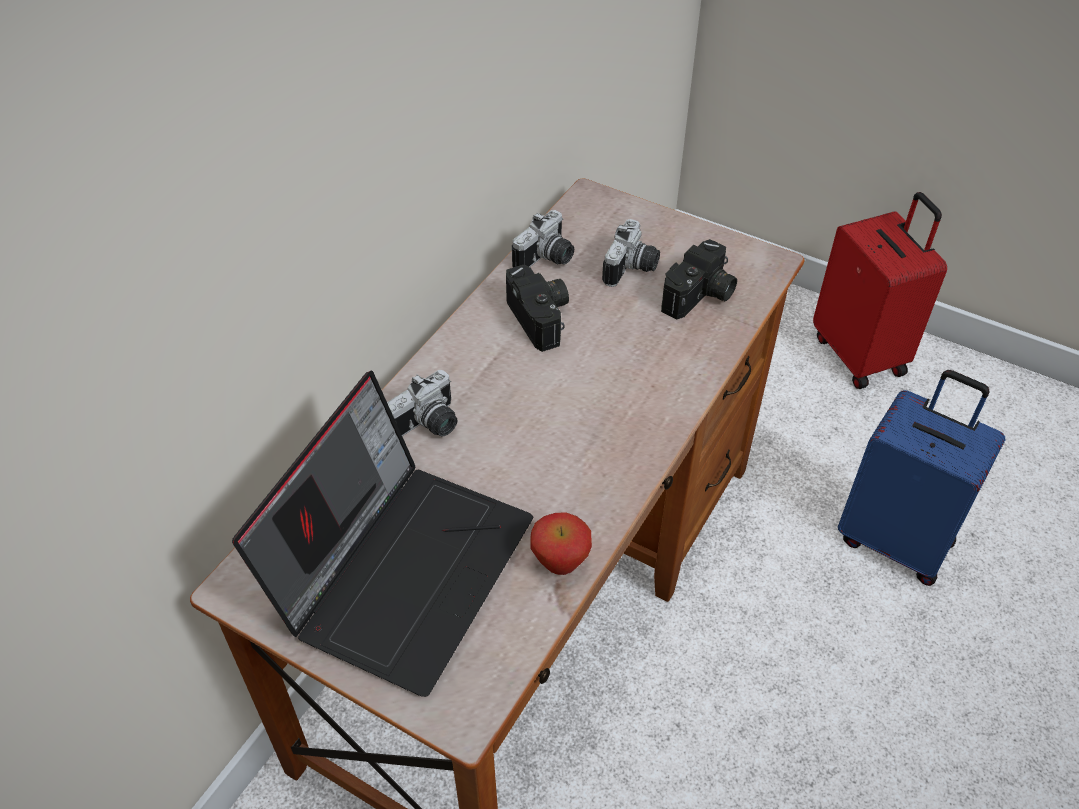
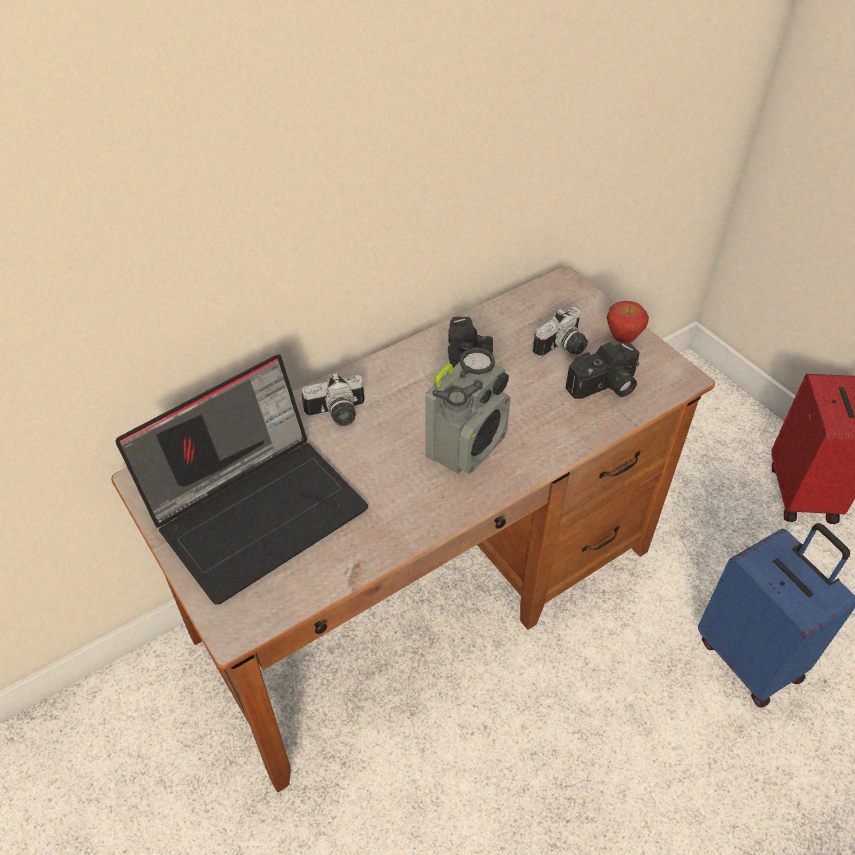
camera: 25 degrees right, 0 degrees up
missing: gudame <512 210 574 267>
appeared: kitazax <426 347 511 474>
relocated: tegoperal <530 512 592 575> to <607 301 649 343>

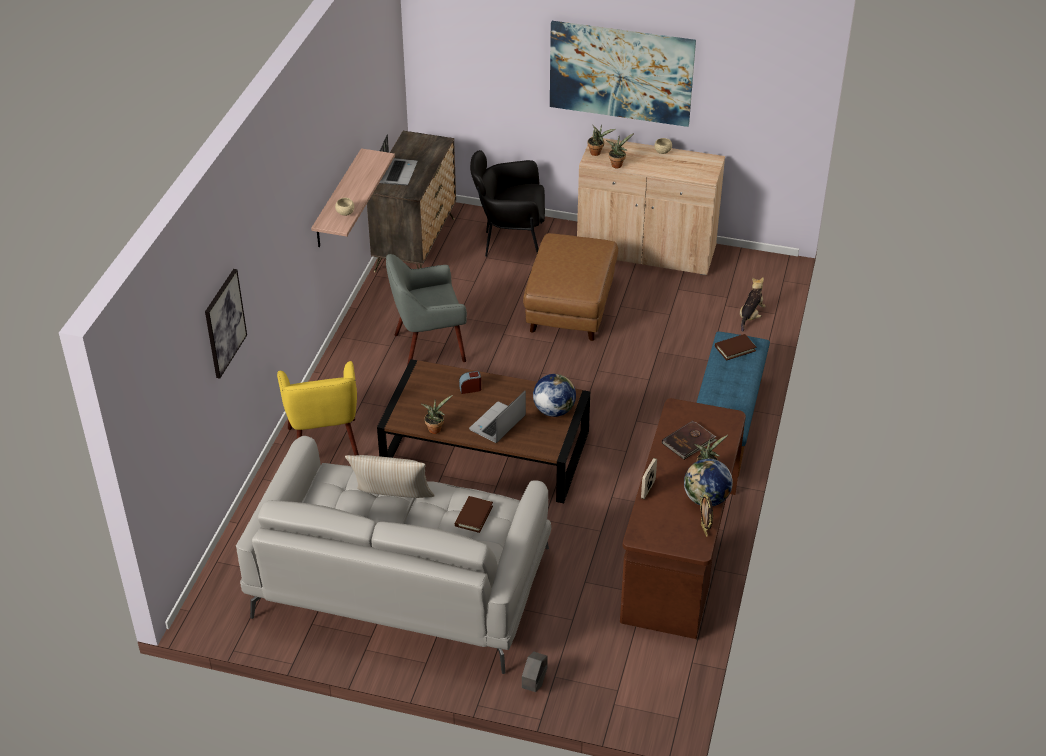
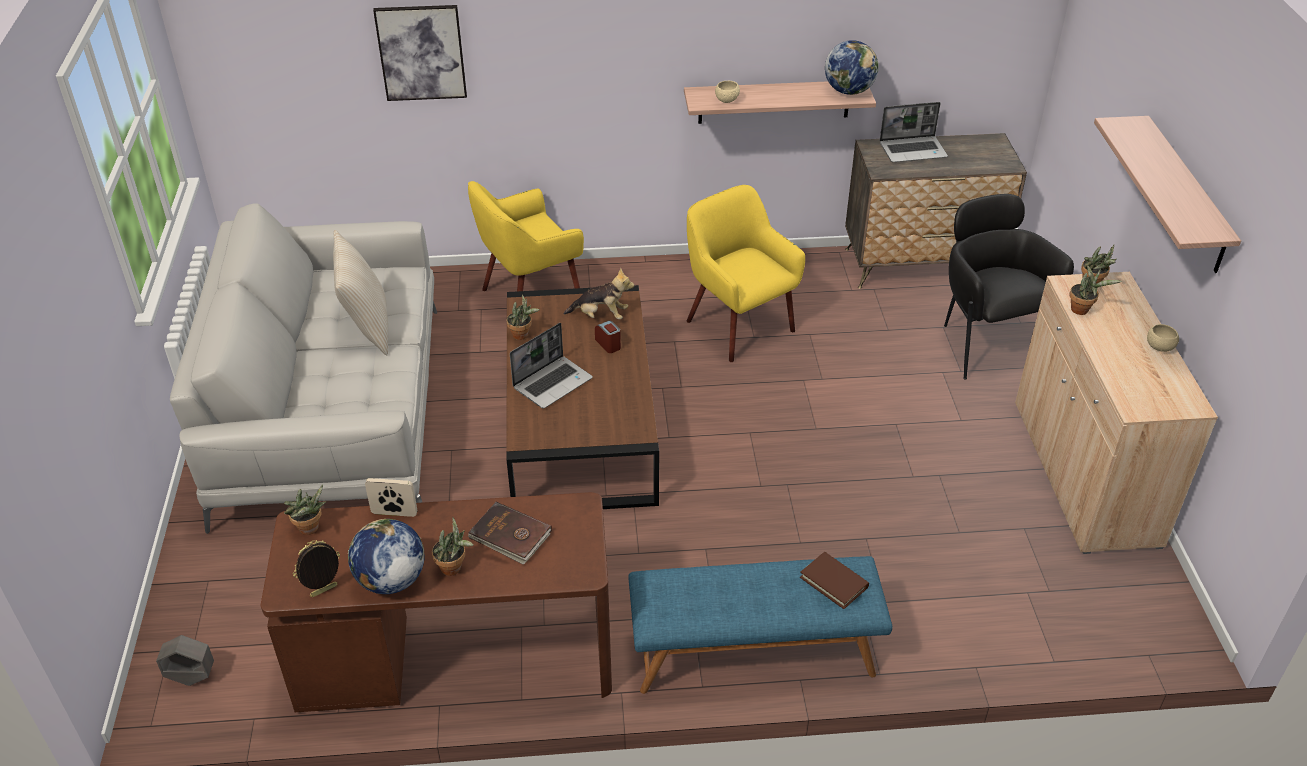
camera: 70 degrees right, 0 degrees up
missing: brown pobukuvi <455 496 493 533>; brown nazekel <523 233 618 341>
appeared: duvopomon <284 484 326 535>
relocated: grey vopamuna <522 652 548 692> to <156 635 214 686>; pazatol <533 374 576 417> to <825 40 879 95>; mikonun <740 277 766 332> to <564 268 634 319>
exchanged: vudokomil <550 21 696 127> to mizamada <1094 116 1241 273>
colour: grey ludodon <386 254 467 366> to yellow ludodon <686 185 805 362>
spun: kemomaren <469 391 526 443> = <510 323 593 409> 120 degrees clockwise

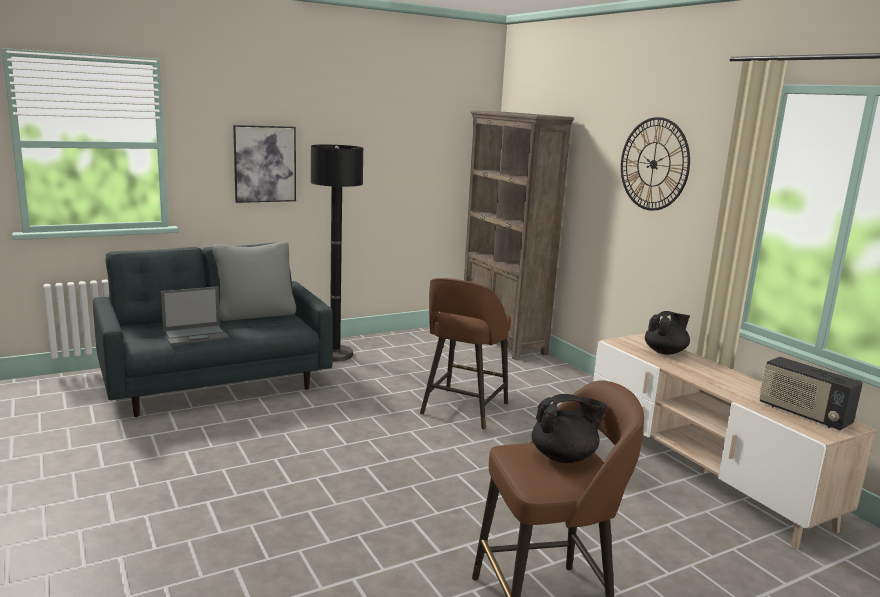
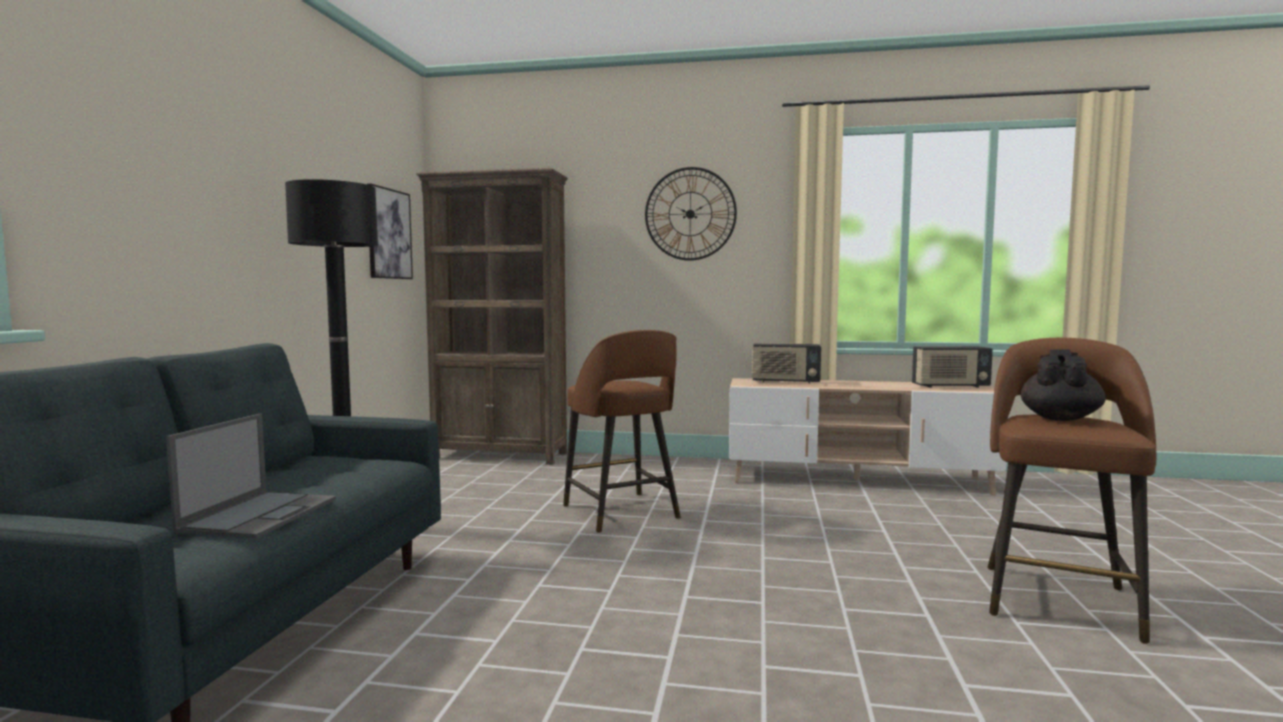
camera: 50 degrees left, 10 degrees down
missing: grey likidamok <213 242 296 321>
relocated: vudokomil <233 125 296 203> to <367 183 413 279>
exchanged: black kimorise <645 311 690 355> to kitazax <752 343 821 384>

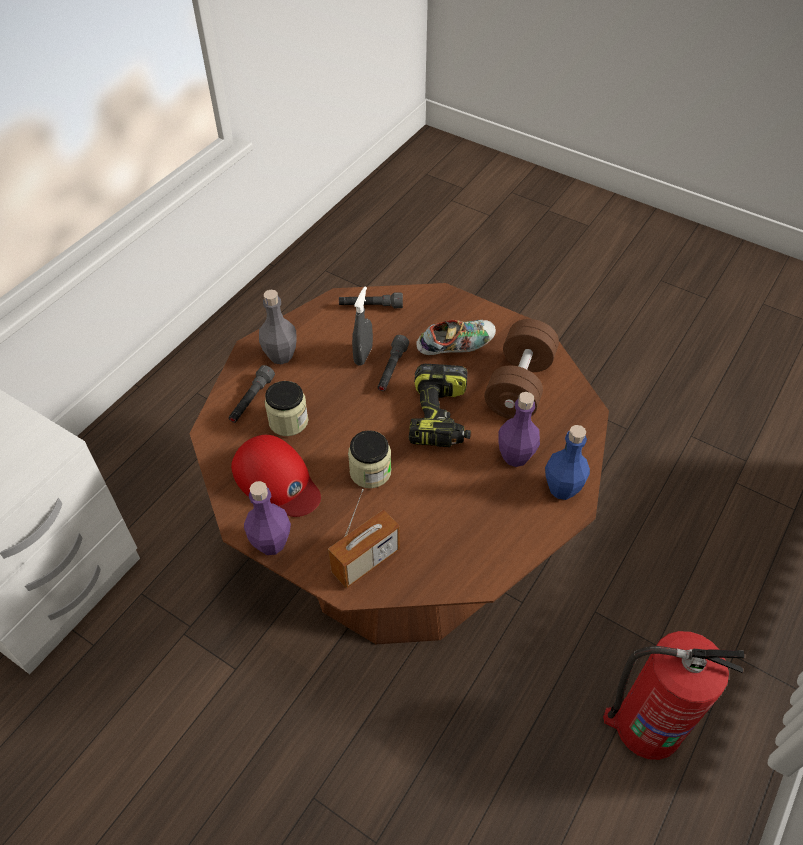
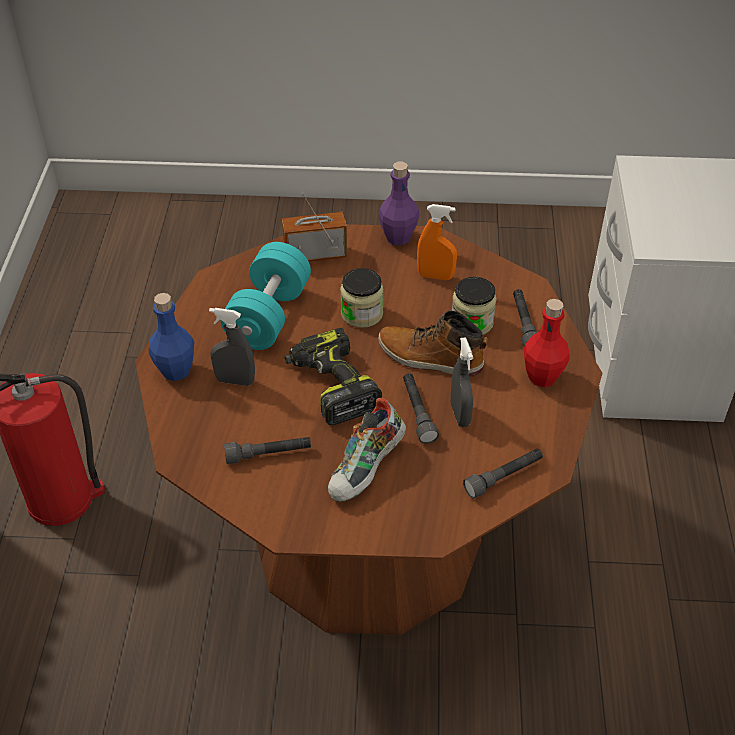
camera: 150 degrees right, 5 degrees down
appeared: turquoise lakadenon <221 242 311 350>; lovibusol <378 311 488 377>
exchanged: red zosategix <231 435 321 517> to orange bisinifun <417 204 457 280>; brown lakadenon <484 319 559 419> to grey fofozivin <224 437 311 464>; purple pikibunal <498 392 540 467> to grey bisinifun <209 308 255 386>
colour: grey pikibunal <259 290 297 364> to red pikibunal <524 299 570 387>
spun: kitazax <328 489 400 589> = <282 193 347 261> 60 degrees clockwise

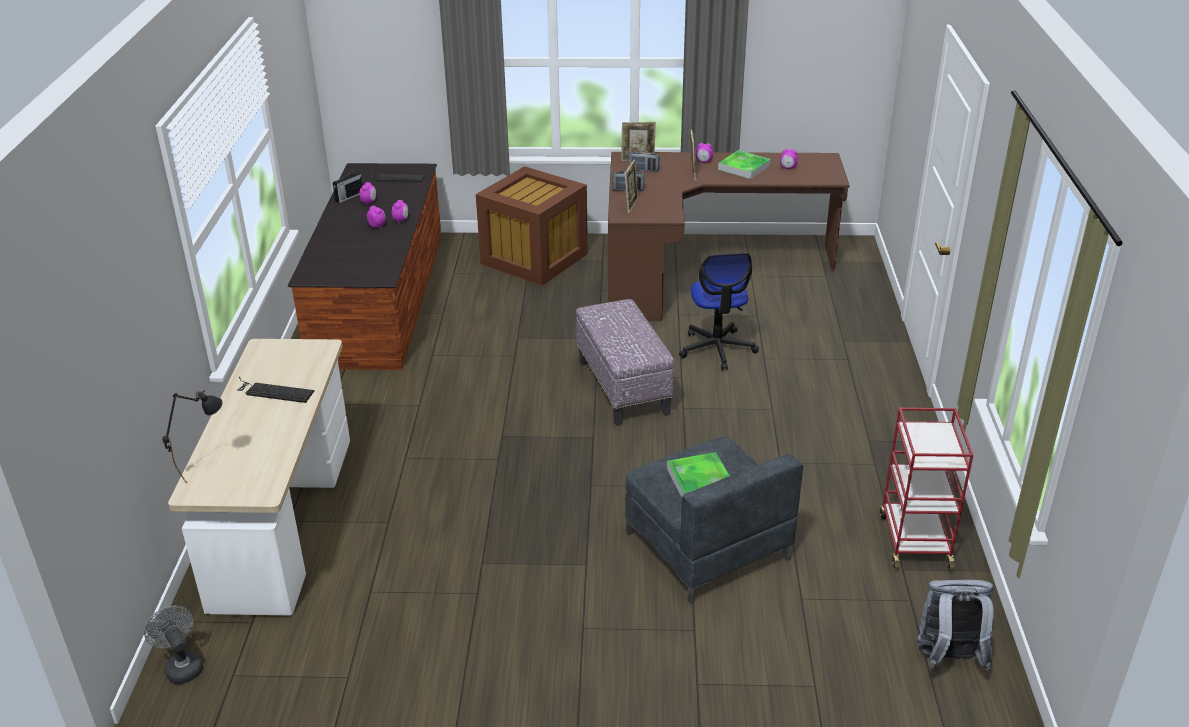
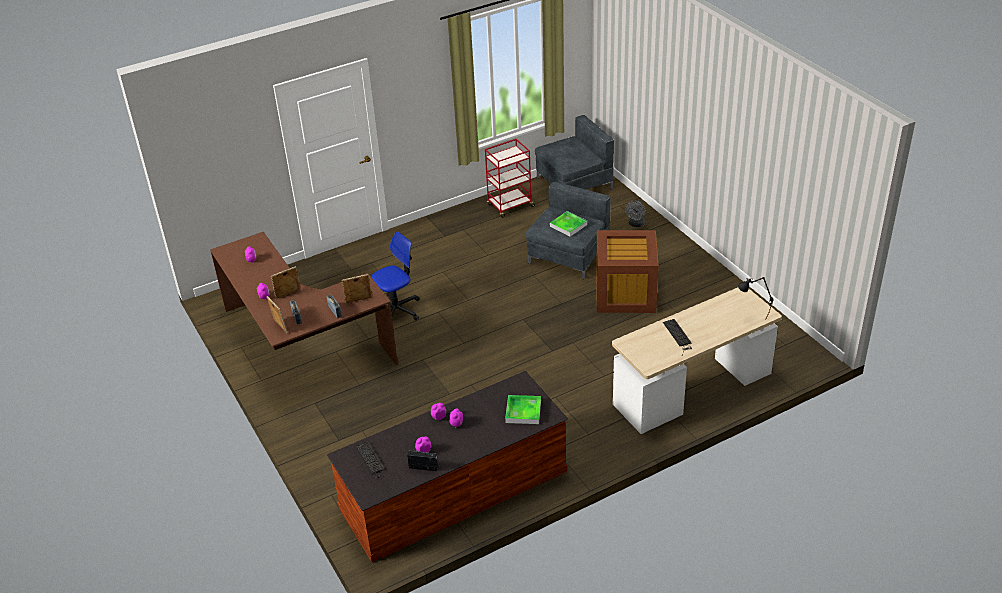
camera: 120 degrees left, 5 degrees up
missing: nazekel <576 299 674 426>
relocated: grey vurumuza <144 606 203 684> to <625 200 646 227>; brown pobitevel <476 166 588 286> to <596 230 659 313>; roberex <718 150 771 179> to <505 395 541 424>
exchanged: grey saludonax <917 580 994 671> to grey ludodon <535 115 614 190>

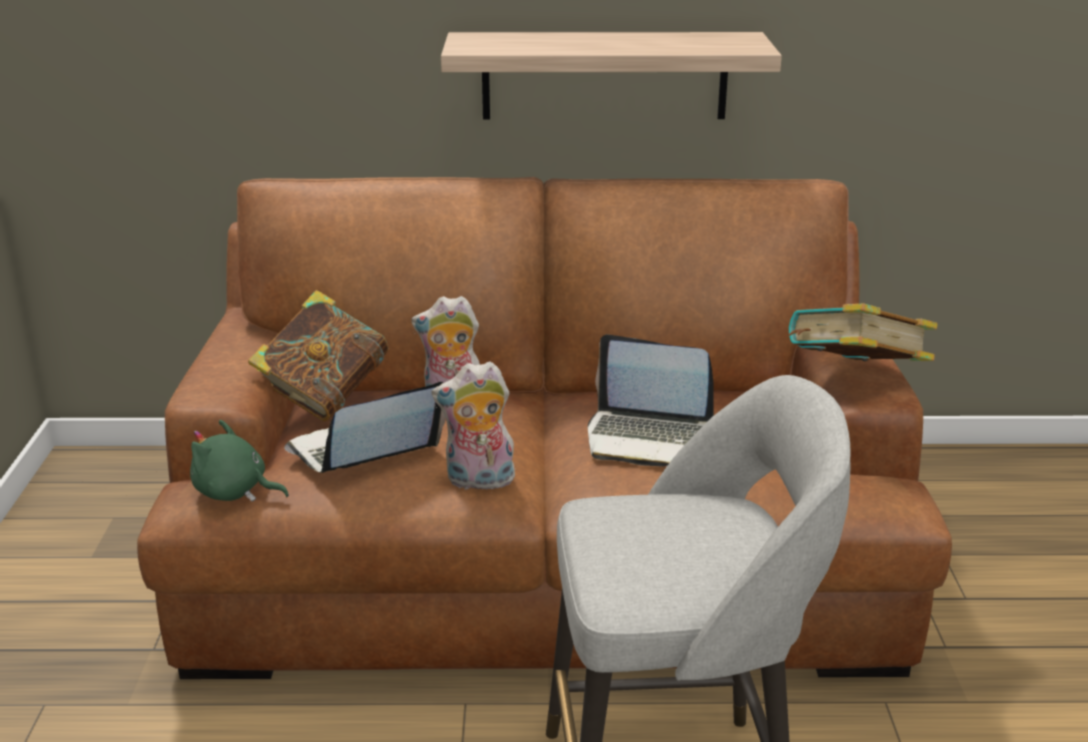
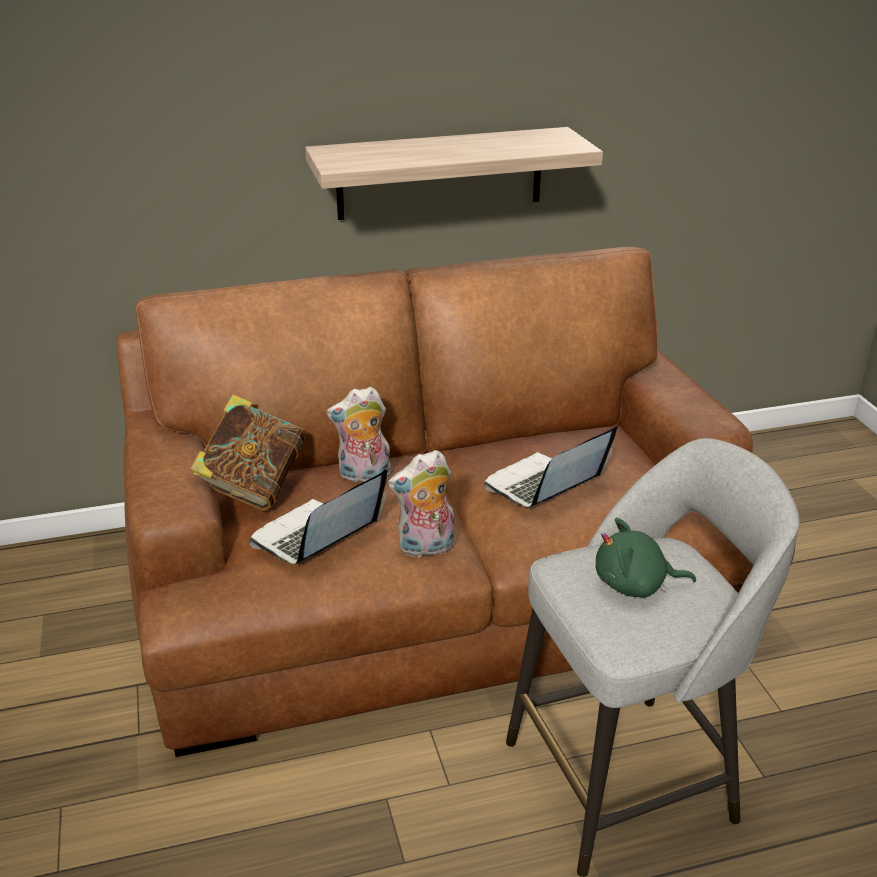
camera: 15 degrees left, 5 degrees up
missing: pobukuvi <789 303 937 361>
relocated: green mikonun <190 420 289 502> to <596 517 696 597>
spun: kemomaren <588 334 714 466> = <484 426 618 507> 135 degrees clockwise

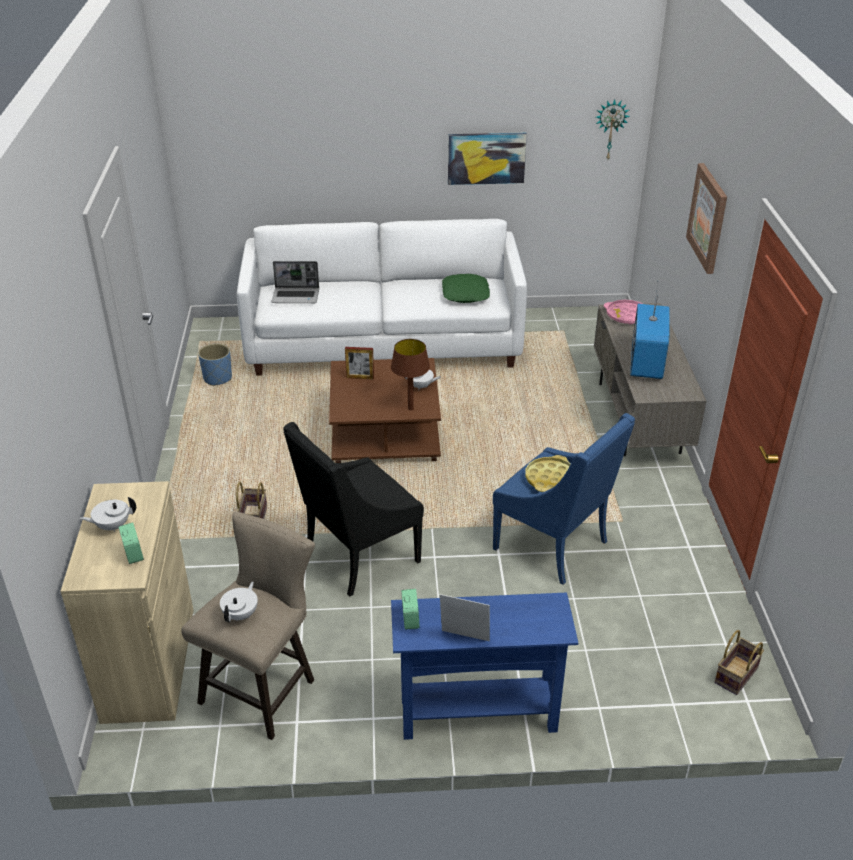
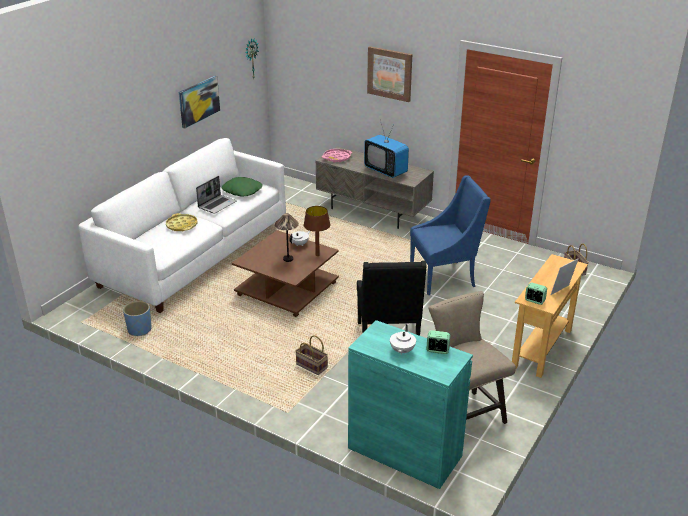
camera: 55 degrees left, 5 degrees down
missing: white kimorise <220 582 258 622>; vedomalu <345 347 374 379>
appeared: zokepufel <275 213 299 262>
relocated: kemomaren <271 261 319 303> to <196 176 237 214>; yellow roberex <525 455 571 492> to <166 213 197 231>
colour: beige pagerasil <60 481 194 724> to turquoise pagerasil <348 320 473 489>; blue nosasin <391 592 578 740> to beige nosasin <512 254 588 378>

